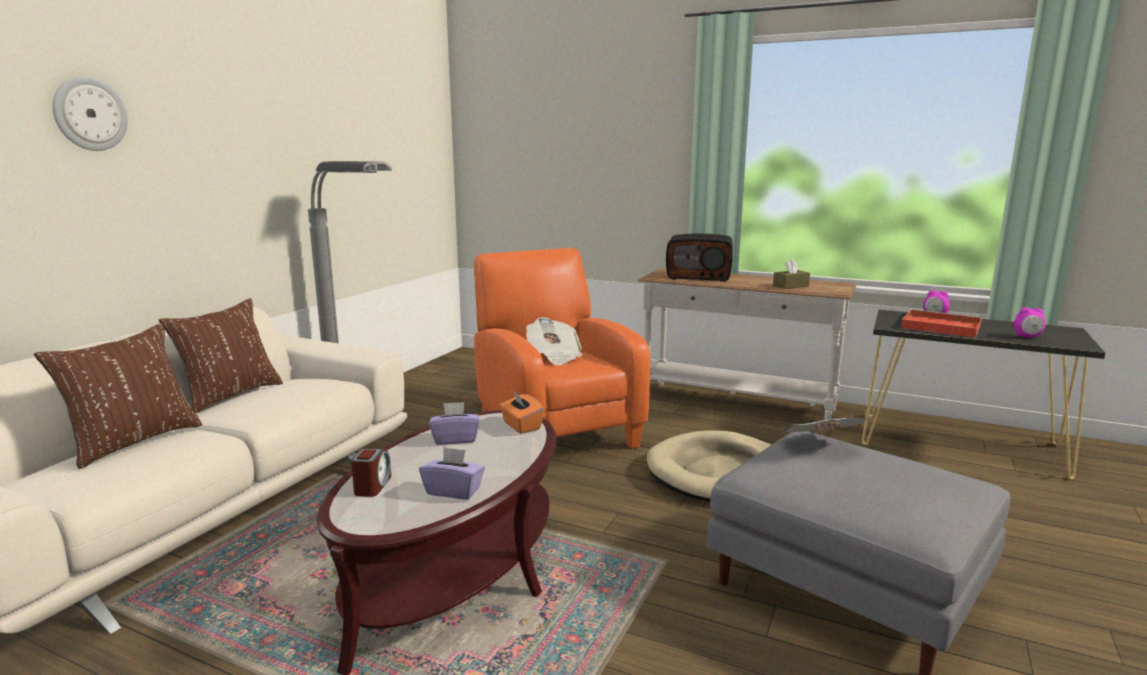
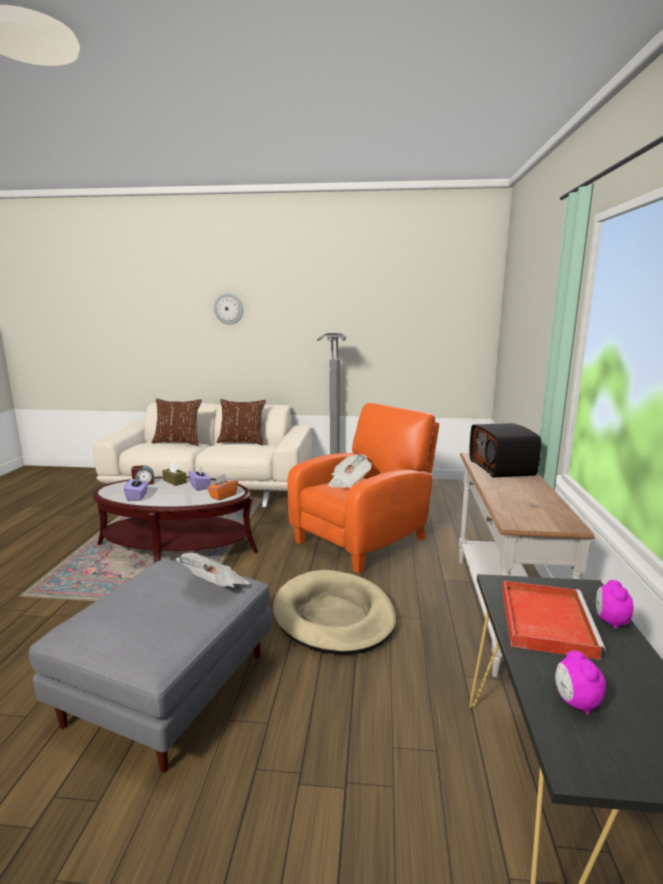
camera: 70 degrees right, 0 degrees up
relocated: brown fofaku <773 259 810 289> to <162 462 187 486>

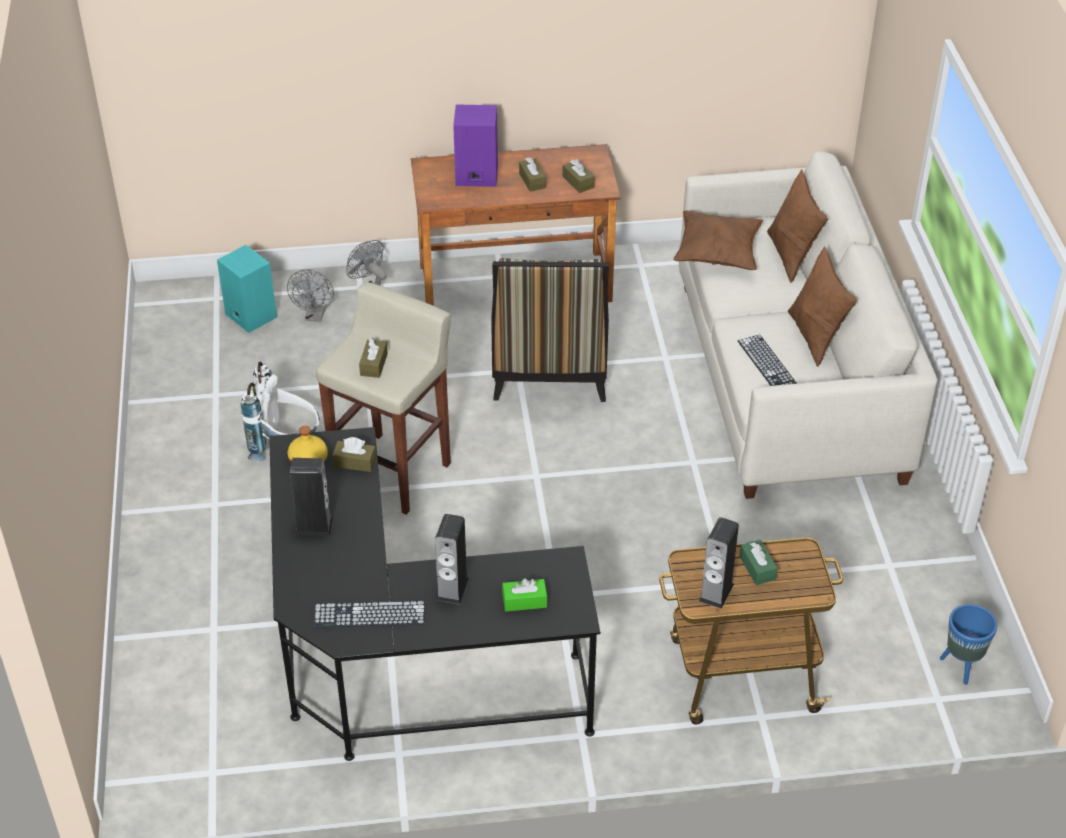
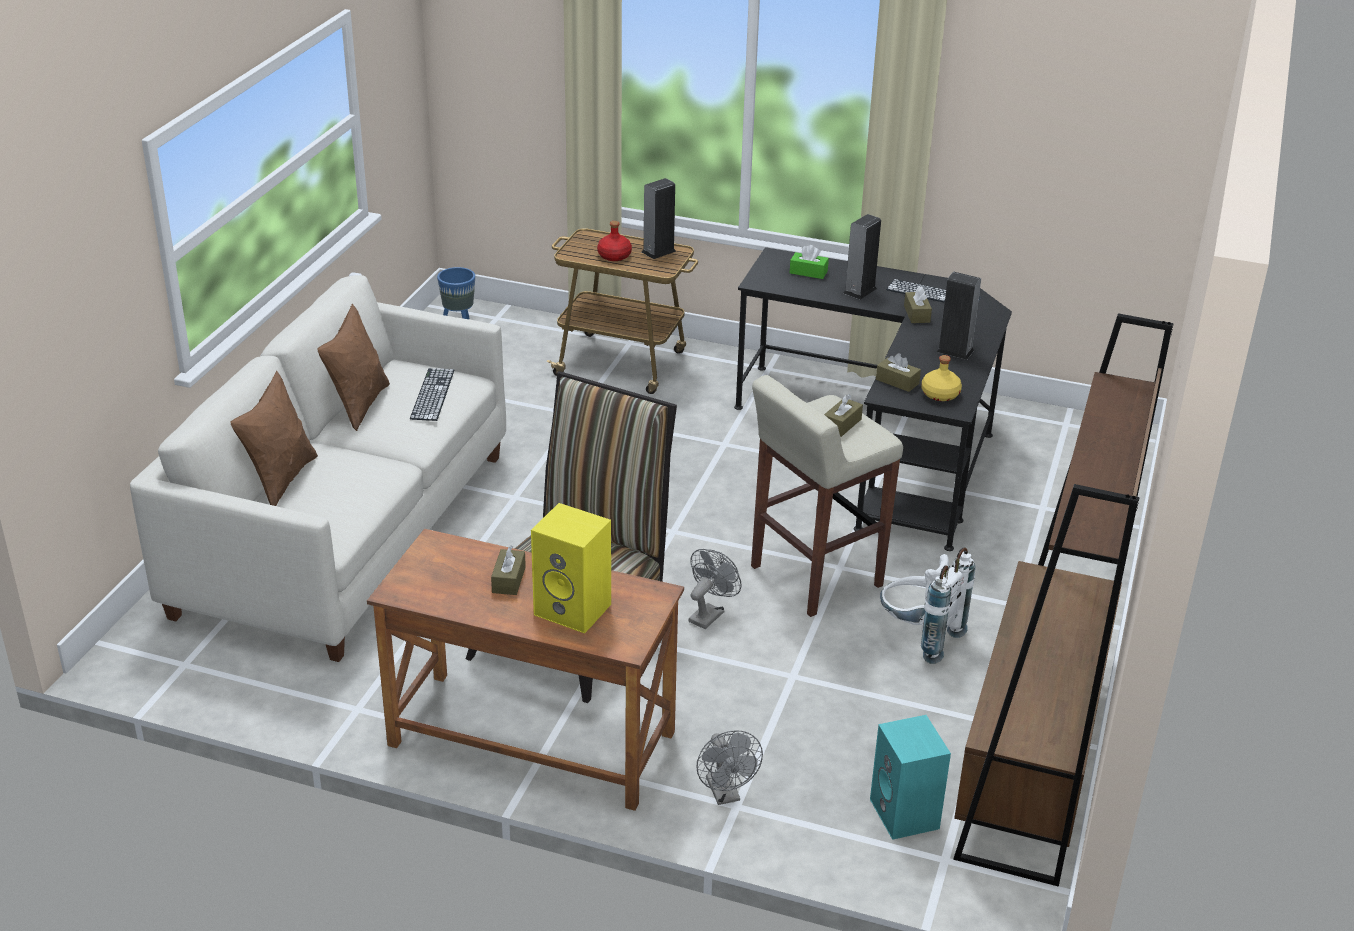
camera: 155 degrees left, 10 degrees down
missing: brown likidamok <673 210 763 270>
appeared: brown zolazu <953 313 1174 887>
relocated: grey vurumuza <287 270 334 322> to <688 549 741 629>; brown fofaku <562 159 595 193> to <904 286 932 323>
exchanged: green fofaku <739 539 778 585> to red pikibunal <597 221 632 261>
colour: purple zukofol <453 104 498 187> to yellow zukofol <531 503 611 633>

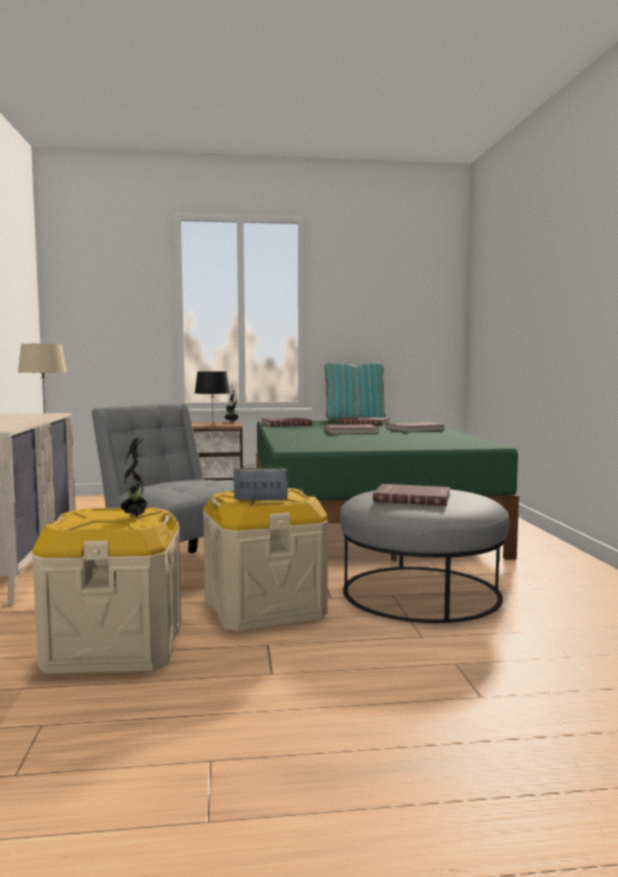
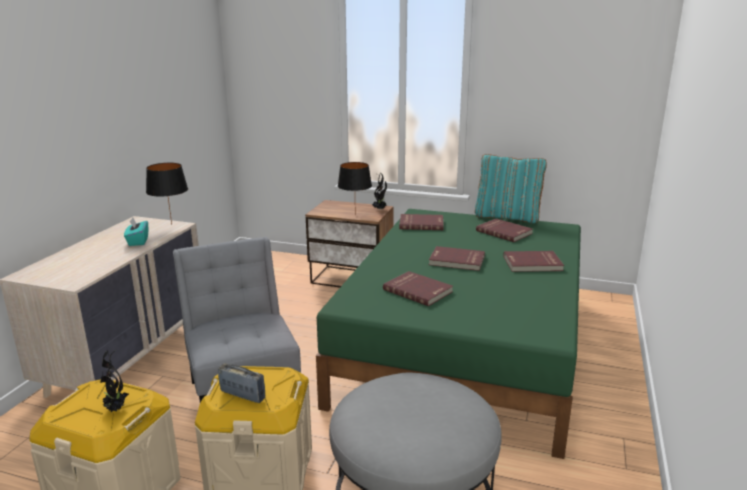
camera: 25 degrees right, 15 degrees up
appeared: turquoise fofaku <124 218 148 246>
relocated: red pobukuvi <373 484 450 506> to <383 271 453 306>
colour: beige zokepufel <18 344 67 414> to black zokepufel <146 163 188 225>

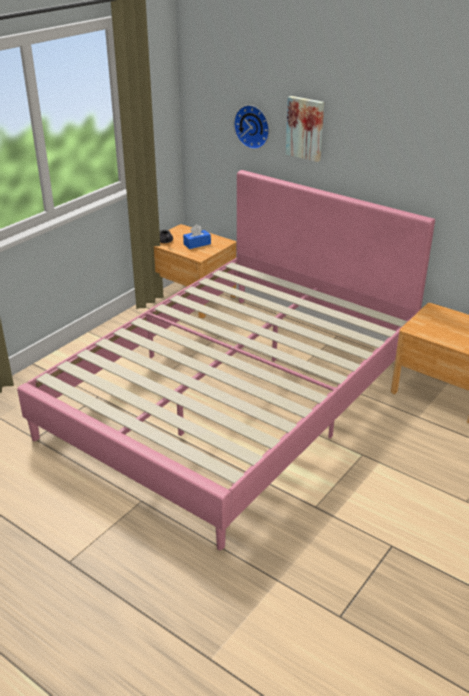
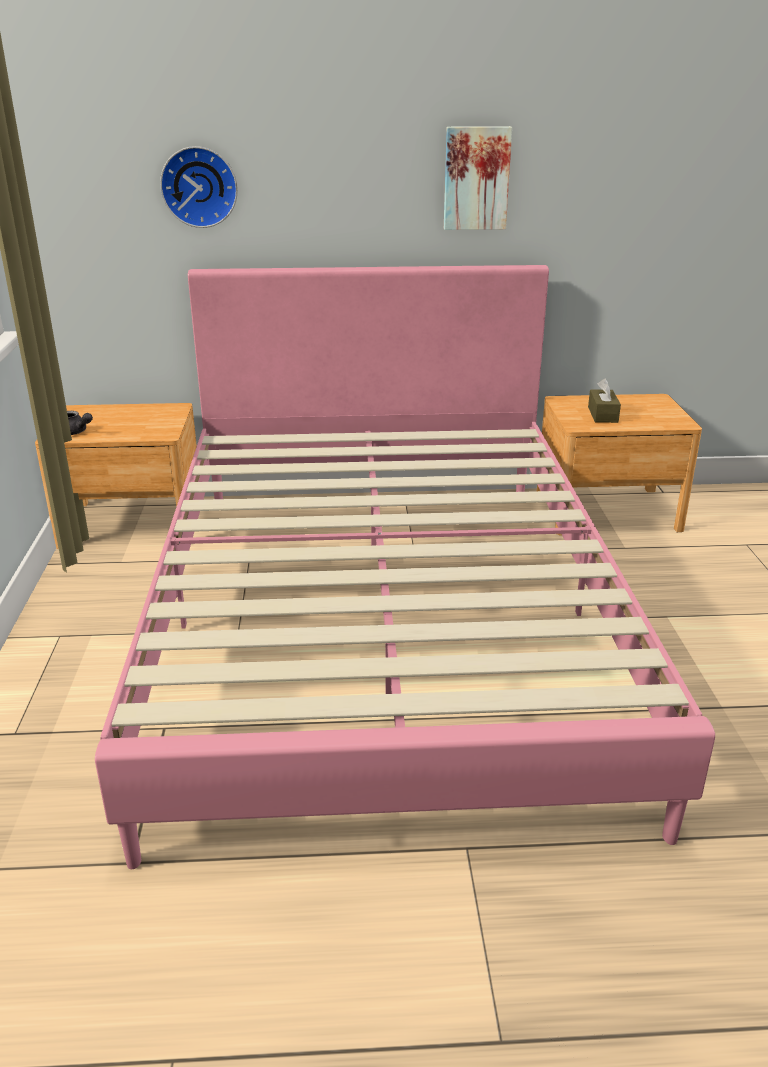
camera: 40 degrees left, 5 degrees down
missing: blue fofaku <183 224 211 249>
appeared: brown fofaku <588 379 621 423>
relocated: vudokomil <286 96 324 162> to <444 126 512 230>

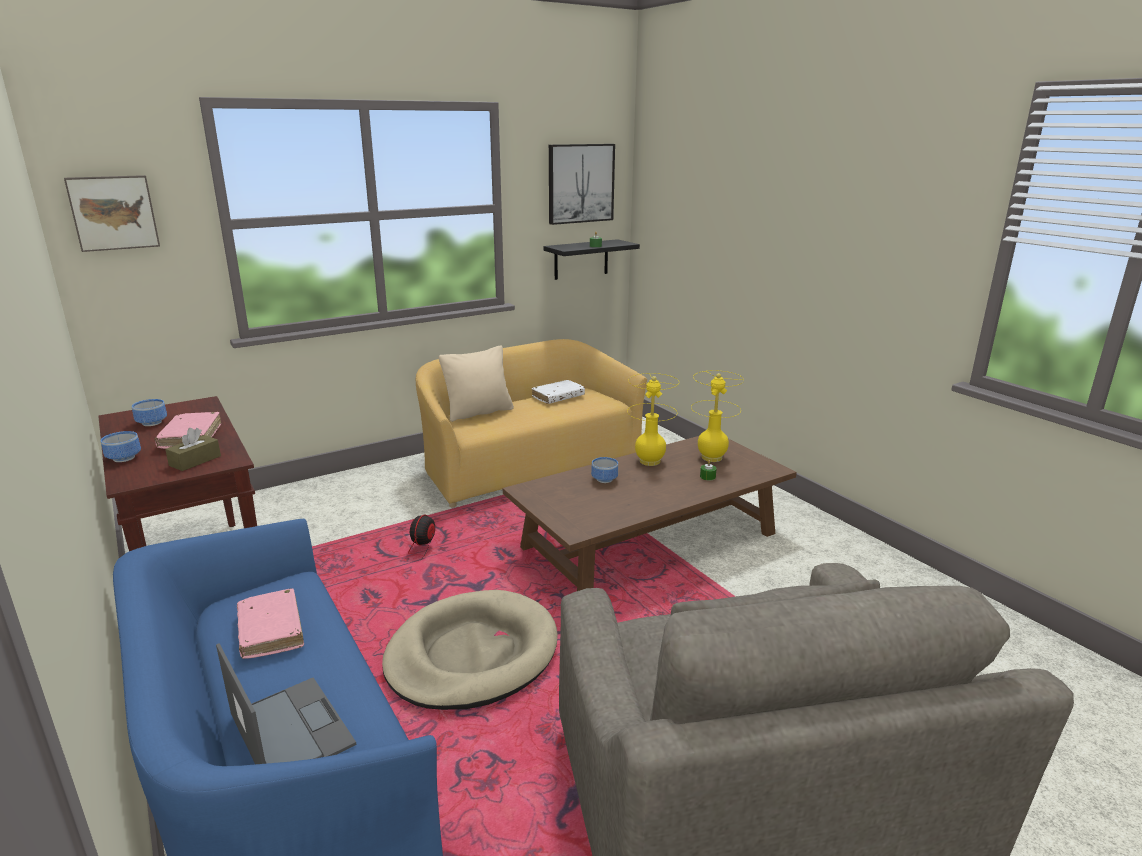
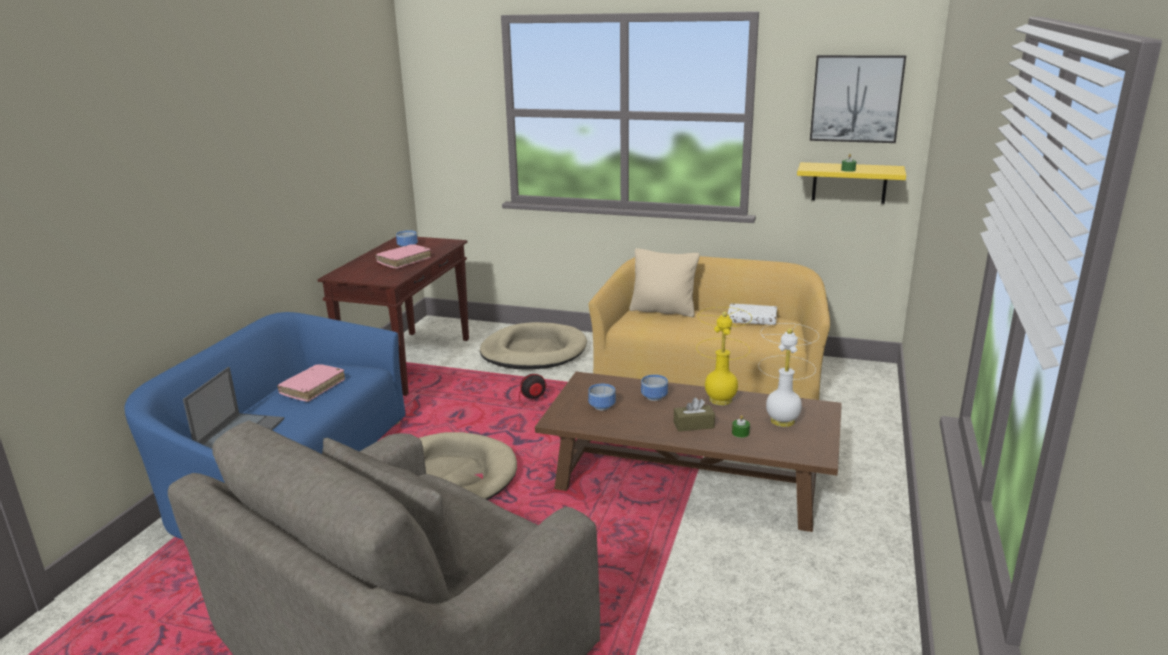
camera: 50 degrees right, 0 degrees up
missing: vudokomil <64 175 160 252>
appeared: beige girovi <480 322 587 370>
relocated: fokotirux <101 431 141 462> to <588 384 616 410>; brown fofaku <165 428 221 471> to <674 398 715 432>
colour: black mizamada <543 239 640 280> to yellow mizamada <797 162 906 204>; yellow zokepufel <691 370 744 462> to white zokepufel <758 323 819 427>

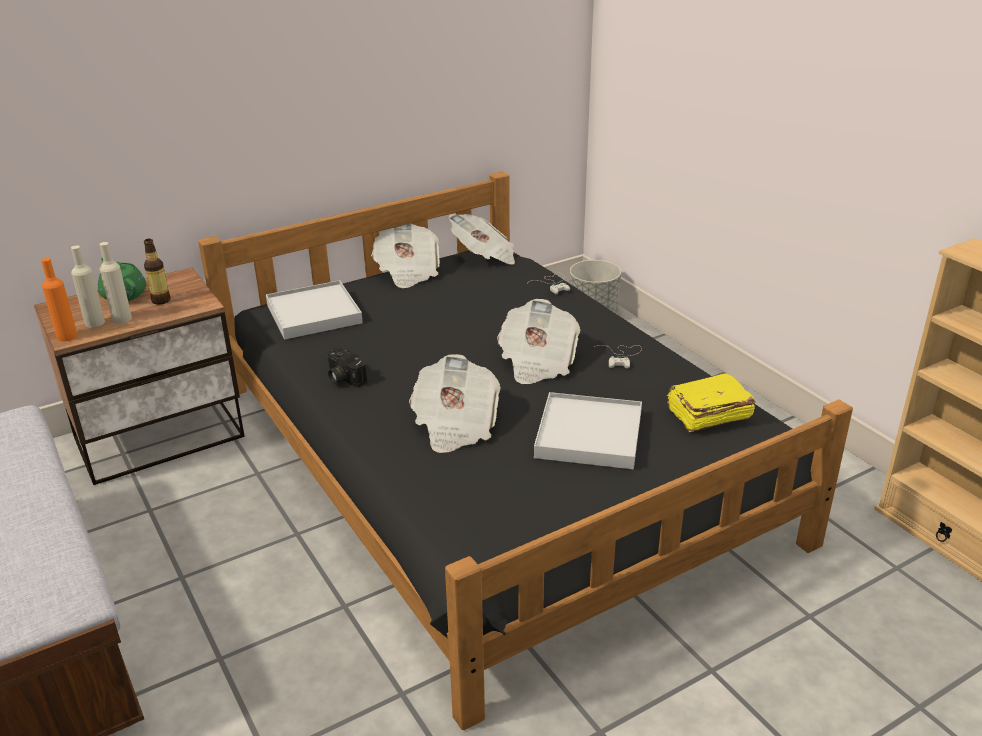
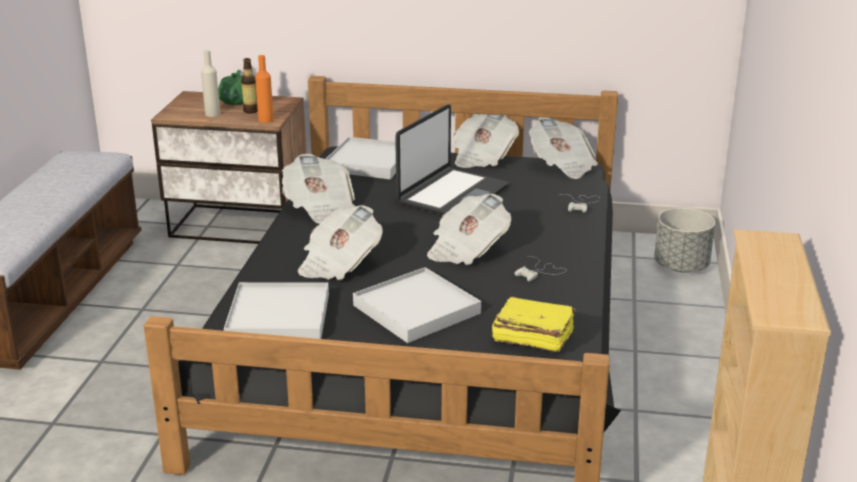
camera: 40 degrees right, 5 degrees down
missing: beige pikibunal <71 245 105 328>
appeared: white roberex <224 282 329 339>; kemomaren <395 104 509 215>
relocated: orange pikibunal <41 258 78 342> to <255 55 274 123>
exchanged: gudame <326 347 367 387> to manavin <282 154 355 224>

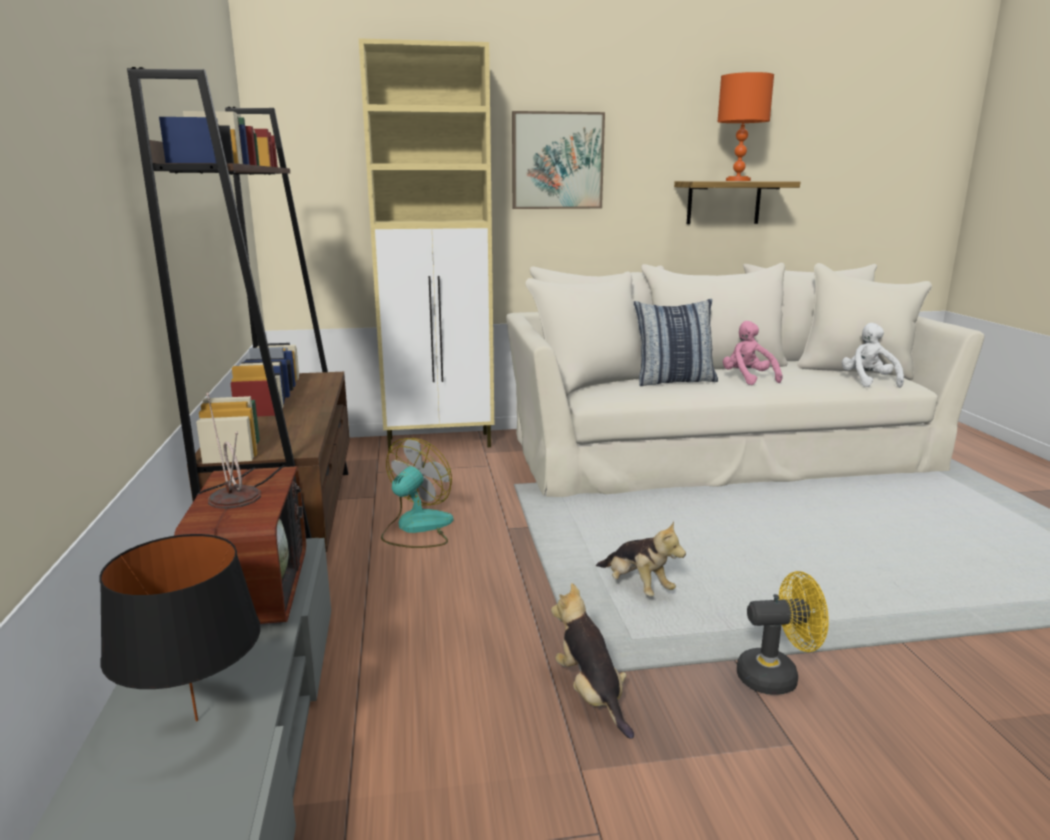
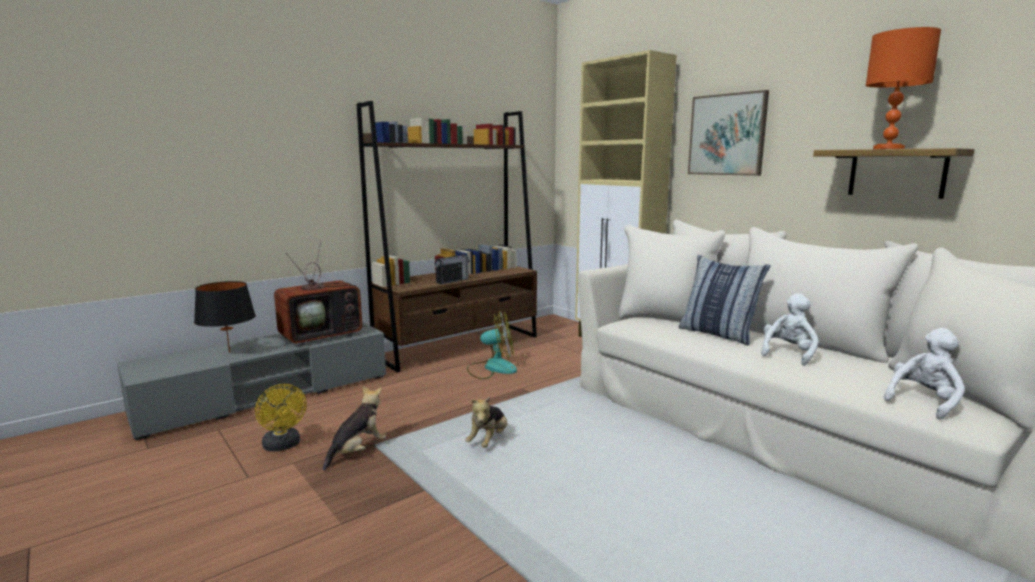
camera: 60 degrees right, 5 degrees down
appeared: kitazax <435 248 470 284>
relocated: yellow vurumuza <737 571 829 695> to <255 384 307 451>
colour: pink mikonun <723 321 783 385> to white mikonun <761 293 819 366>

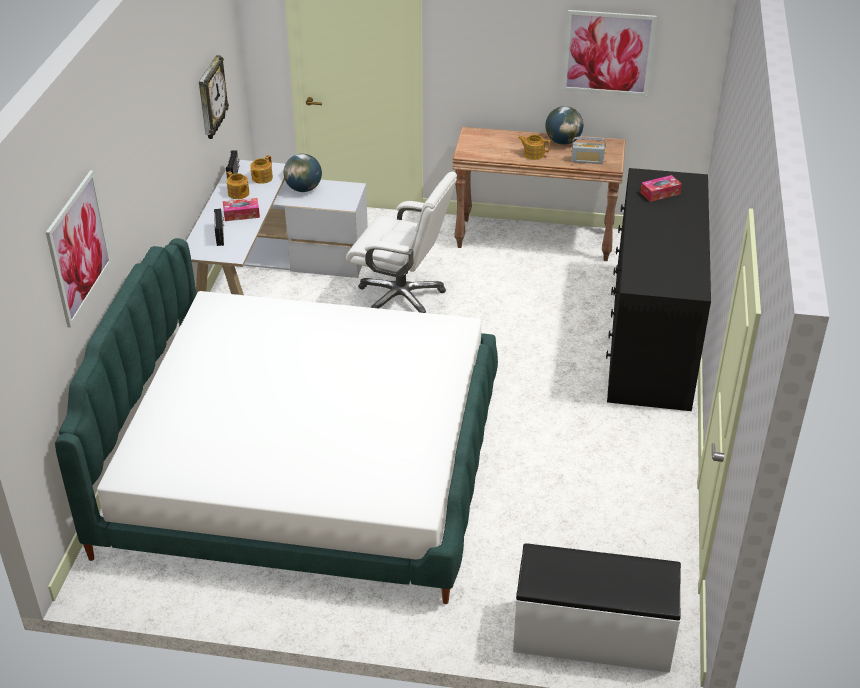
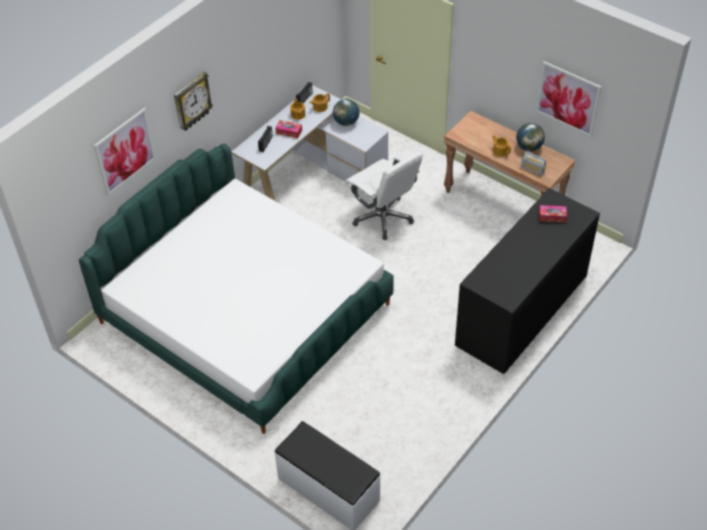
camera: 30 degrees right, 10 degrees up
relocated: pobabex <199 55 229 139> to <174 72 213 131>

